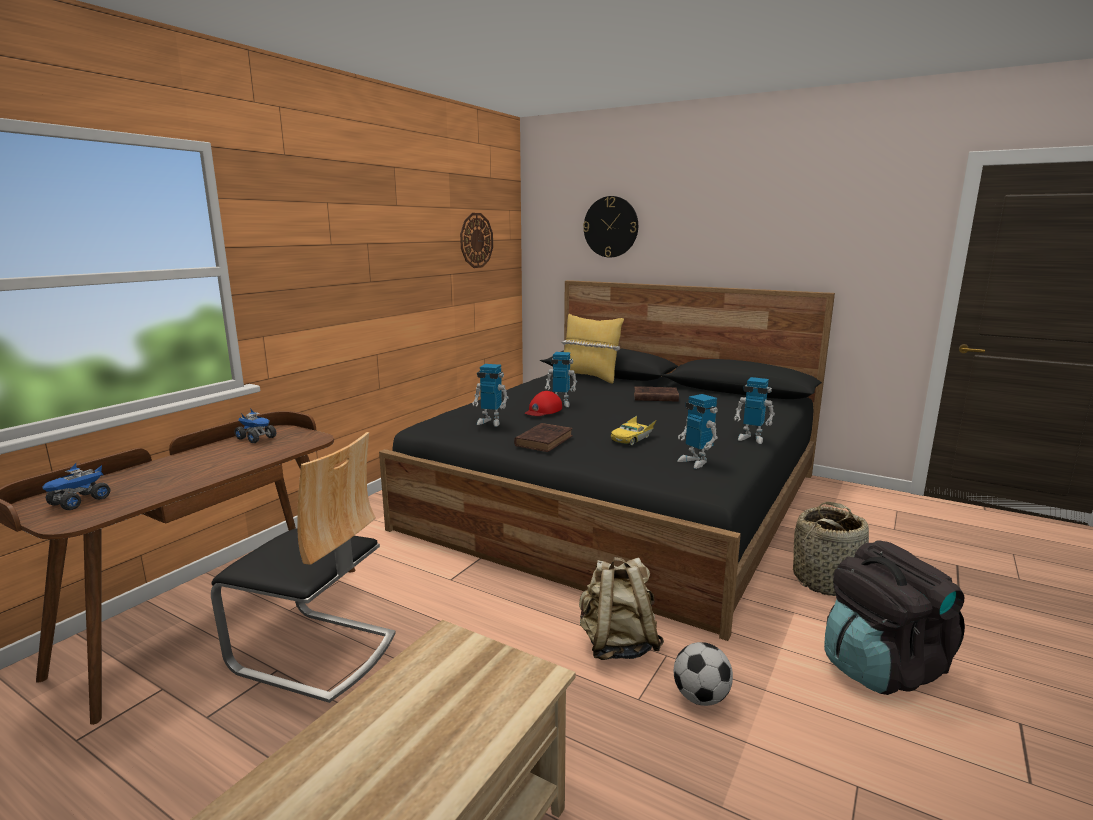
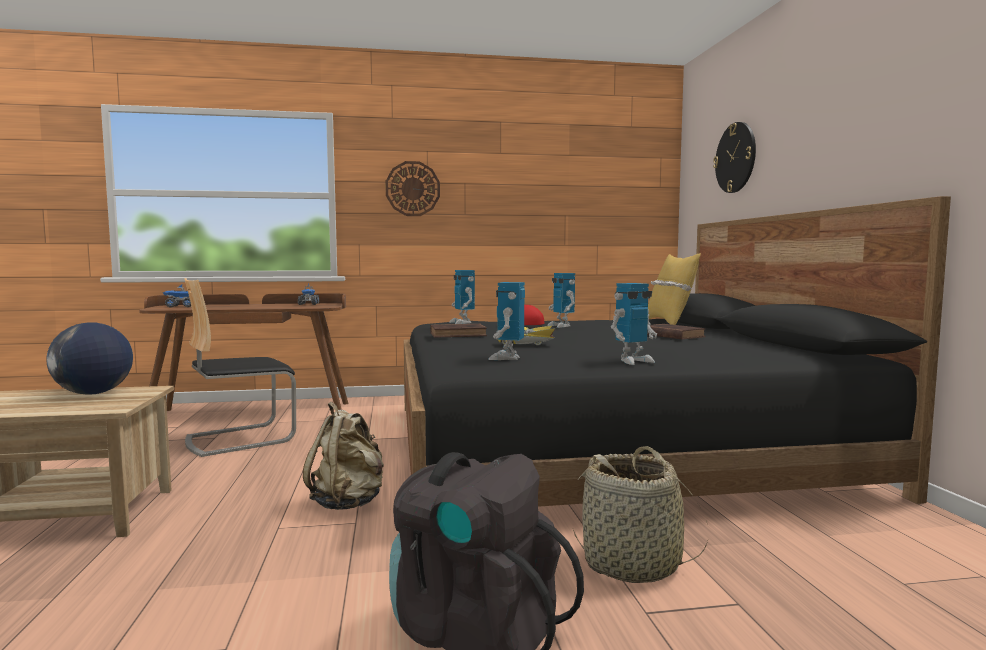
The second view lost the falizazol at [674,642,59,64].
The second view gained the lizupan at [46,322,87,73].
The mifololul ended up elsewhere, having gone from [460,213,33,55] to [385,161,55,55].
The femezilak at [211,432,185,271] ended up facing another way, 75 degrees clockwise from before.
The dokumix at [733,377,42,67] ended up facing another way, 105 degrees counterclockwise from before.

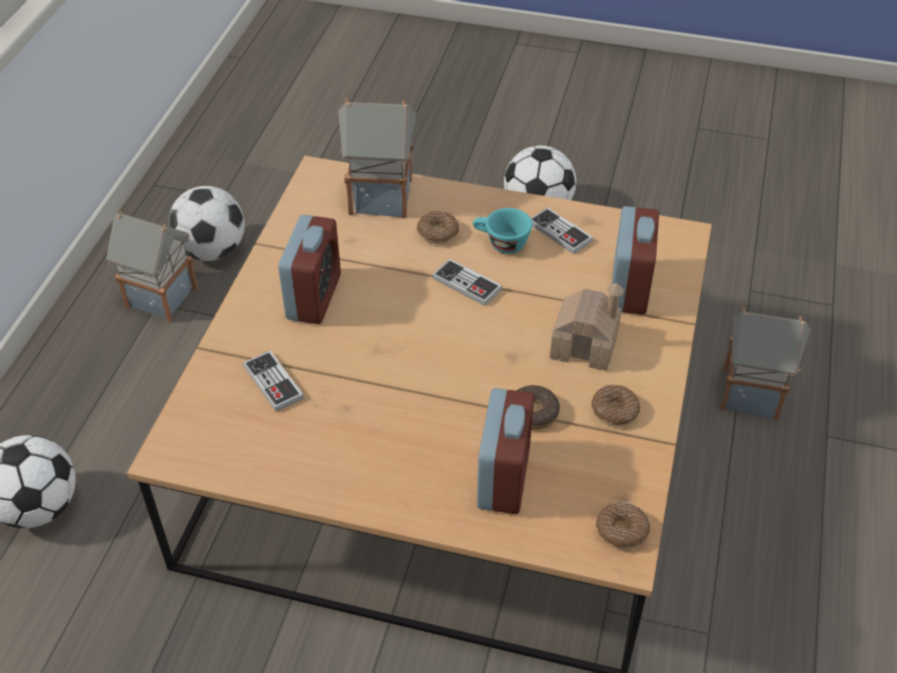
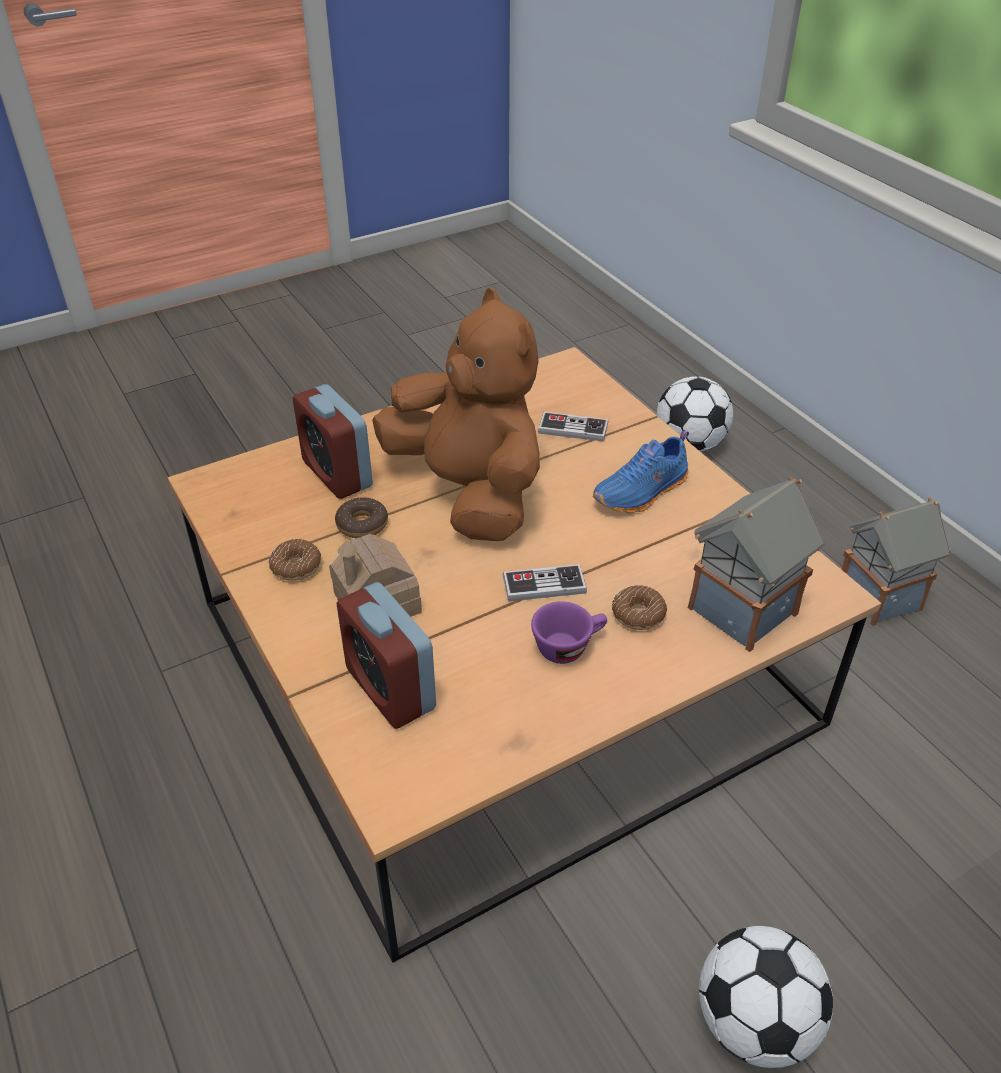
The second view lost the falizazol at [168,186,77,75].
The second view lost the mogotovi at [531,207,62,47].
The second view lost the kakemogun at [596,502,54,47].
The second view lost the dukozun at [720,307,91,113].
The second view gained the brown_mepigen at [372,288,168,253].
Where the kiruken stood at [278,215,63,109], the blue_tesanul came to stand at [593,430,96,83].
What was the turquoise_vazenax at [473,208,59,46] turned into the purple_vazenax at [531,601,76,63].

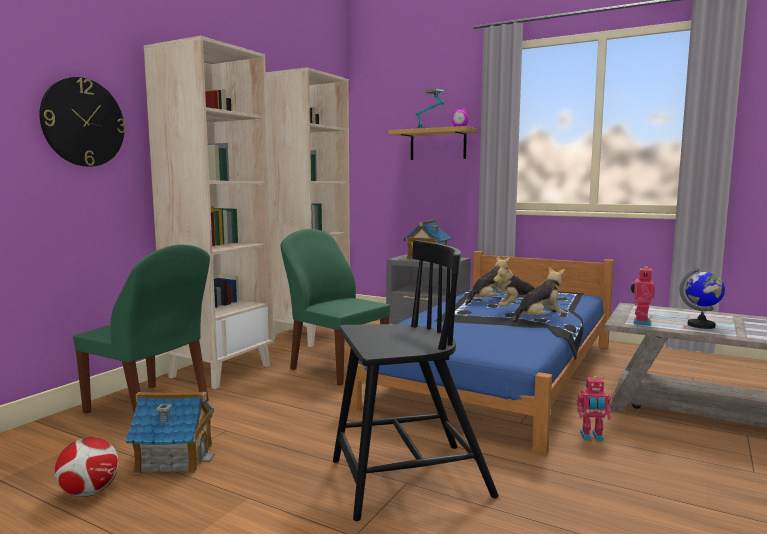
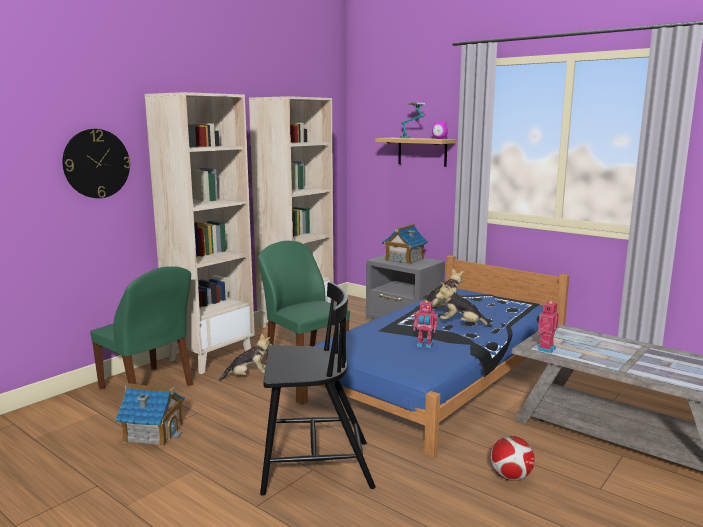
The second view lost the lizupan at [680,267,45,62].
The falizazol ended up elsewhere, having gone from [55,437,64,60] to [490,436,45,45].
The mepigen ended up elsewhere, having gone from [511,267,54,57] to [219,333,53,48].
The dokumix ended up elsewhere, having gone from [577,376,34,65] to [413,300,25,48].

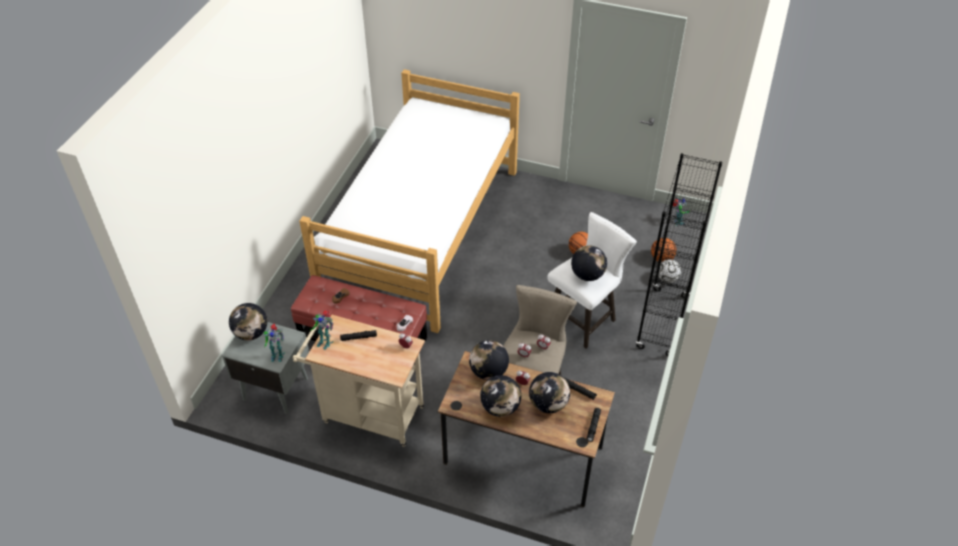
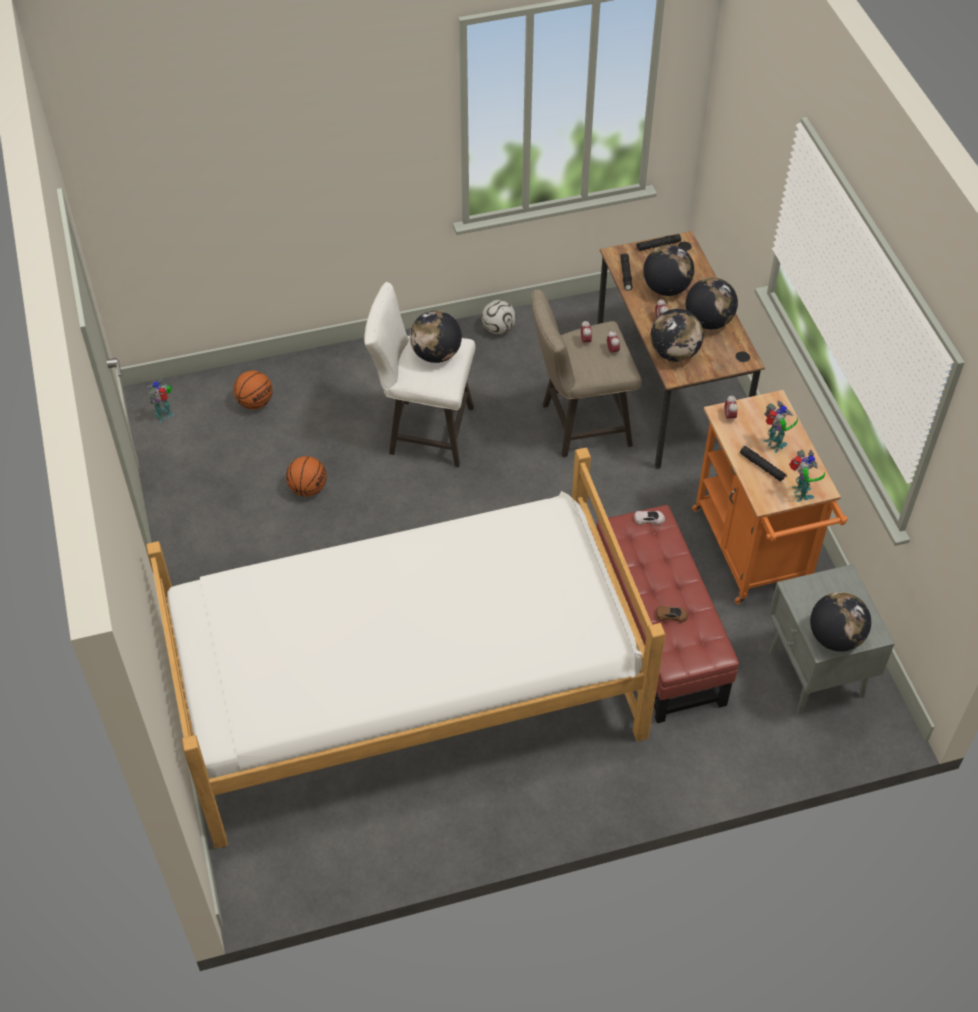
The second view lost the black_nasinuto at [636,153,86,203].
The dokumix ended up elsewhere, having gone from [263,323,22,39] to [764,401,34,52].
The falizazol ended up elsewhere, having gone from [658,259,23,24] to [482,300,34,34].
What was the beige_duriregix at [292,315,133,132] turned into the orange_duriregix at [692,390,156,214].

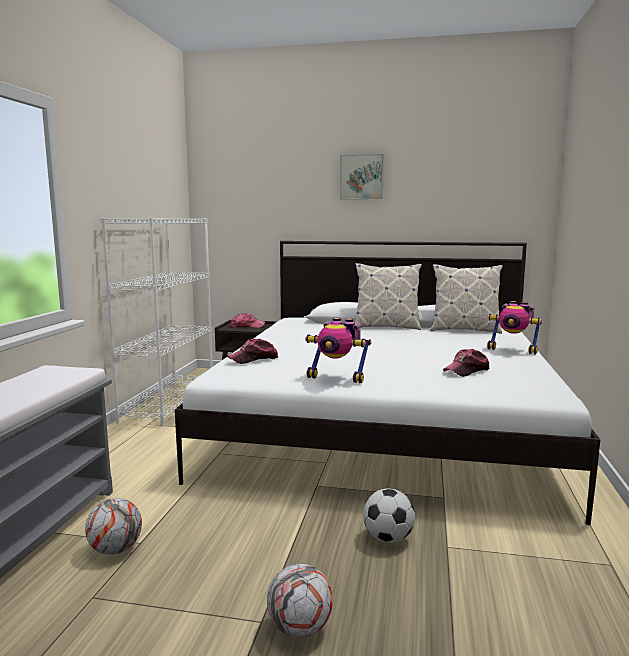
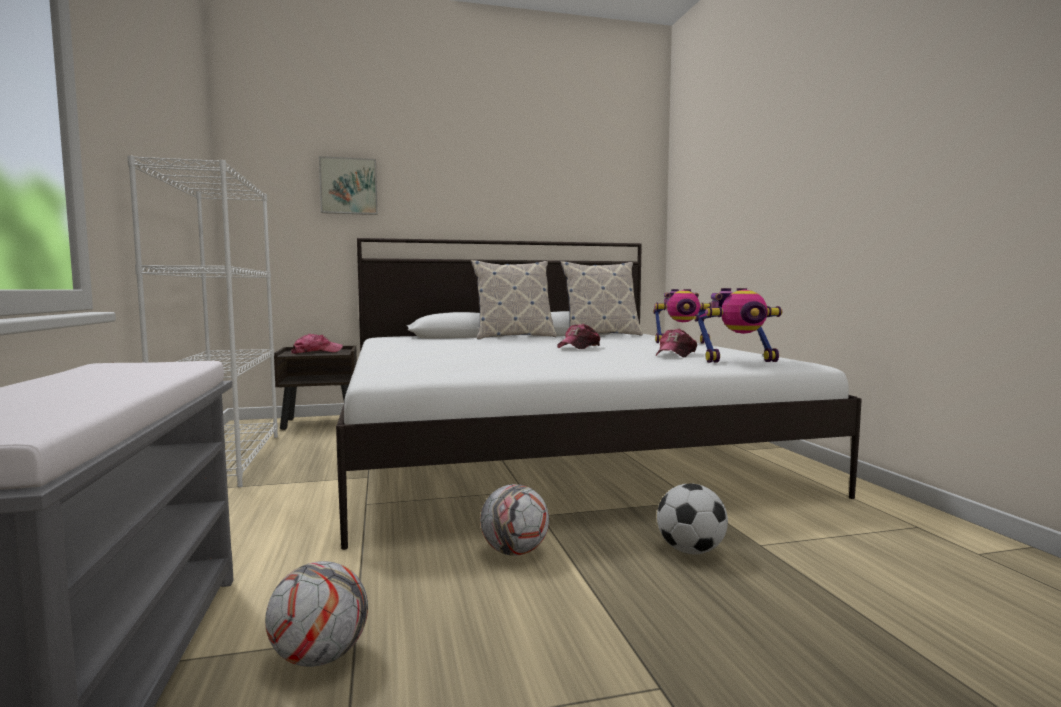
The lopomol ended up elsewhere, having gone from [227,339,51,25] to [557,324,43,25].
The falizazol ended up elsewhere, having gone from [267,564,66,74] to [480,484,69,72].
The dokumix ended up elsewhere, having gone from [305,318,66,65] to [694,288,89,75].
The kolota ended up elsewhere, having gone from [340,154,44,45] to [319,156,59,59].

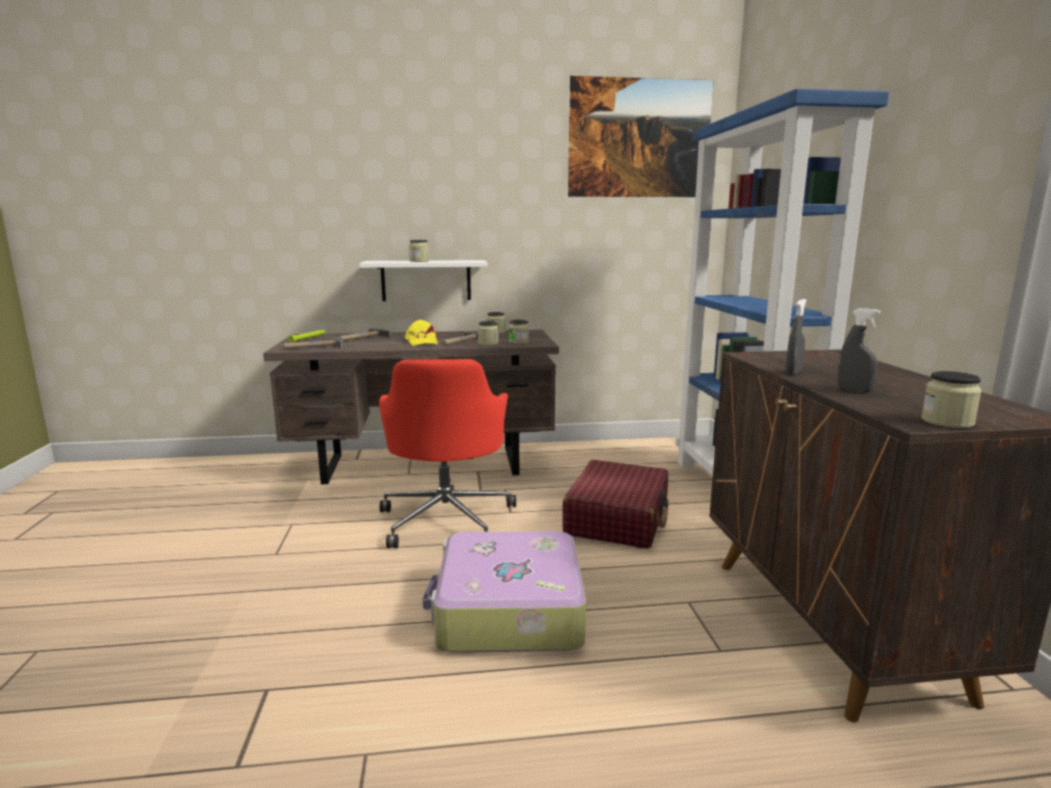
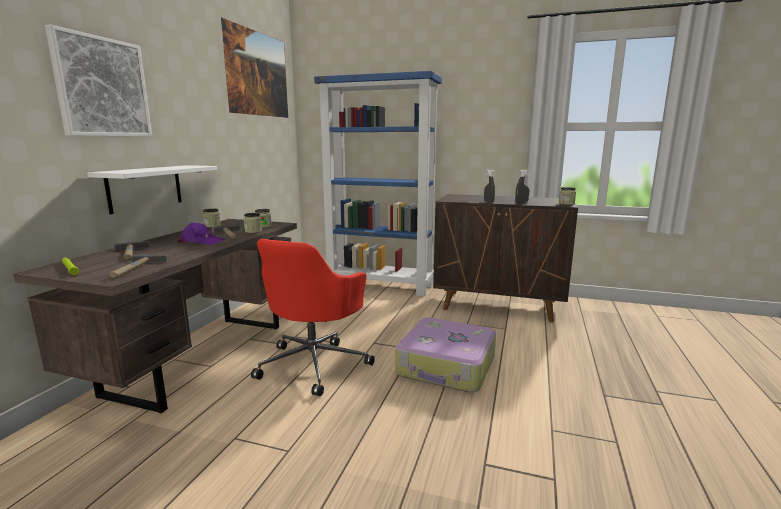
The second view lost the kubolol at [409,240,20,22].
The second view lost the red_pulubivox at [562,460,107,89].
The second view gained the kolota at [45,24,107,113].
What was the yellow_lopomol at [405,320,33,26] turned into the purple_lopomol at [178,222,47,23].
The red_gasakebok at [379,359,137,189] ended up facing another way, 90 degrees clockwise from before.

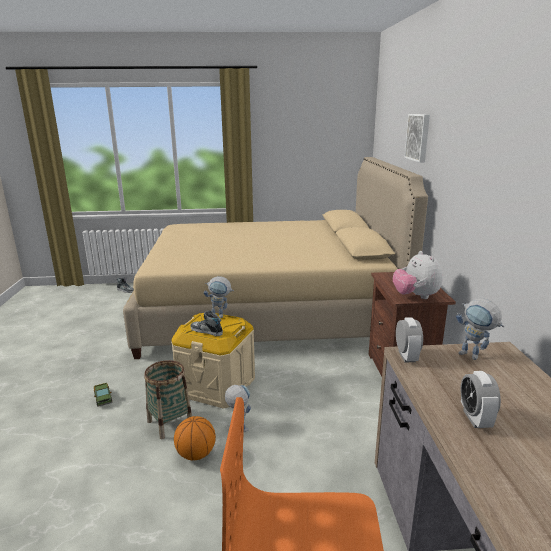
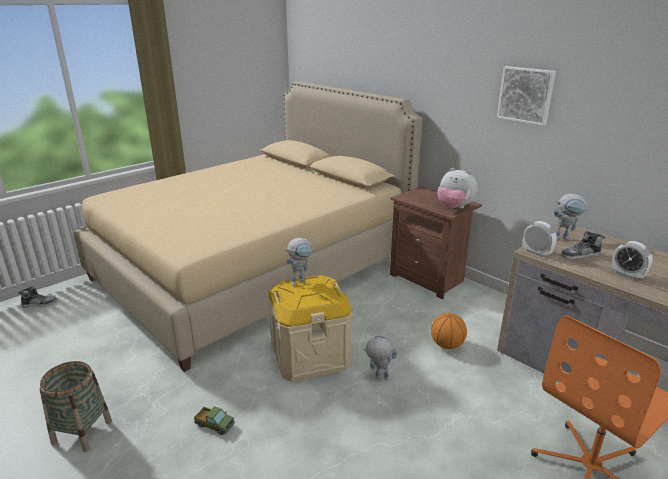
The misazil ended up elsewhere, having gone from [144,360,48,80] to [39,361,73,91].
The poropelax ended up elsewhere, having gone from [174,416,42,44] to [431,313,36,36].
The tesanul ended up elsewhere, having gone from [190,311,33,25] to [561,231,44,28].
The kolota ended up elsewhere, having gone from [404,114,26,49] to [497,66,59,60].

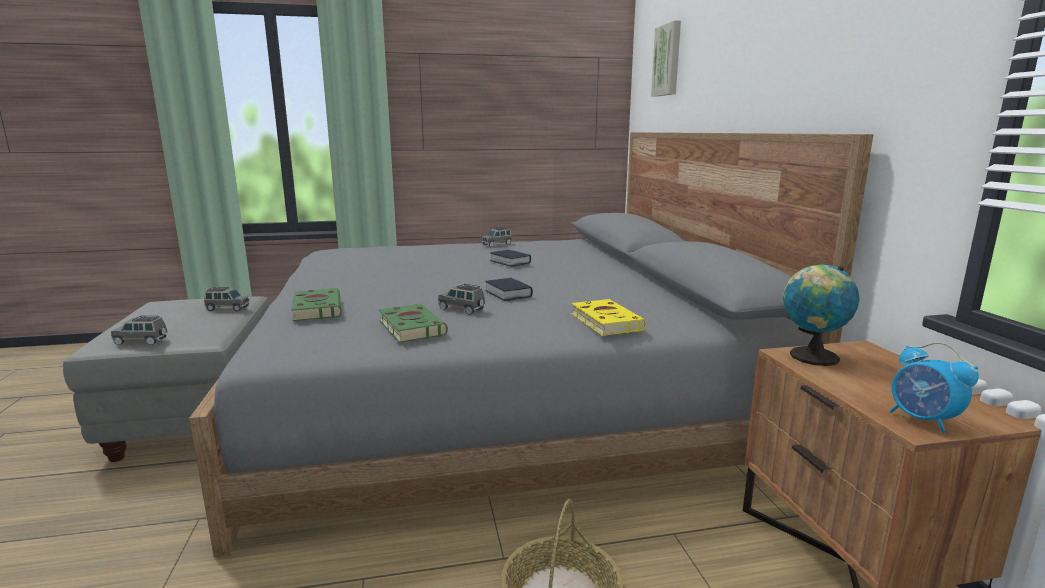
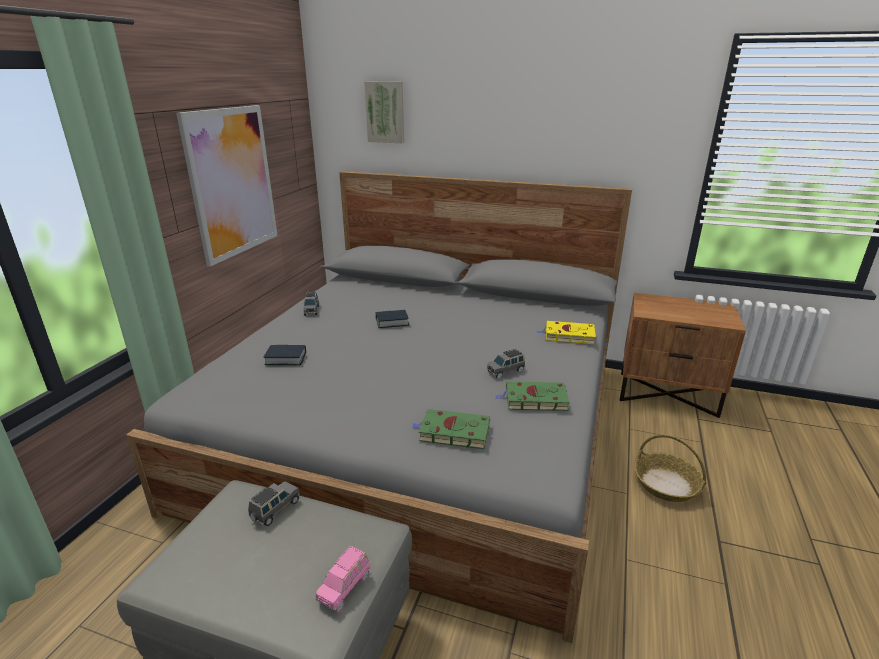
The second view lost the lizupan at [783,264,77,102].
The second view lost the kiruken at [890,342,89,92].
The second view gained the kolota at [176,105,102,162].
The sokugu ended up elsewhere, having gone from [485,278,48,23] to [263,345,43,20].
What was the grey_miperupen at [111,316,57,29] turned into the pink_miperupen at [316,546,54,66].

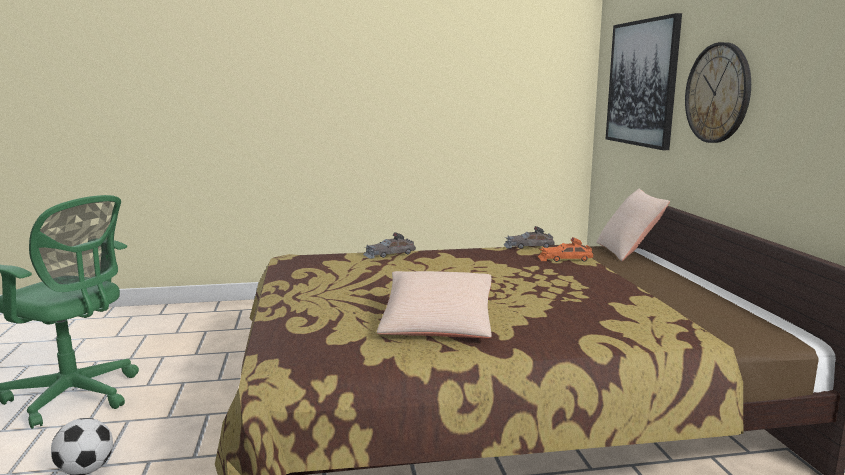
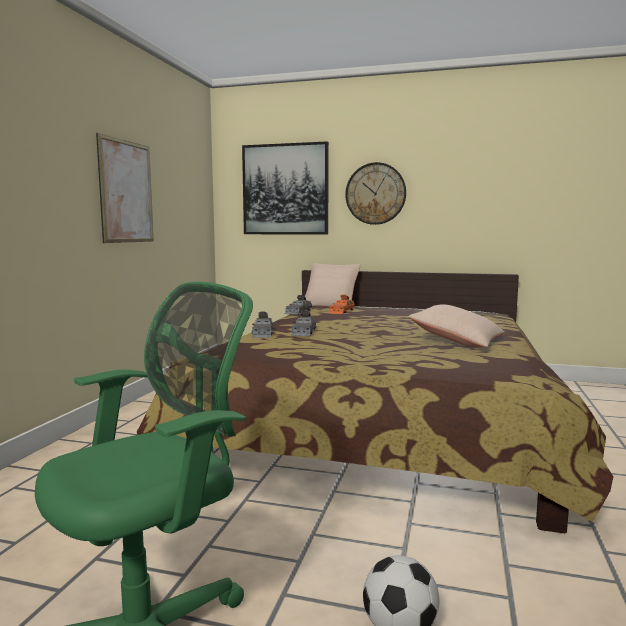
The second view gained the kolota at [96,133,58,110].
The second view gained the grey_miperupen at [292,310,25,26].

